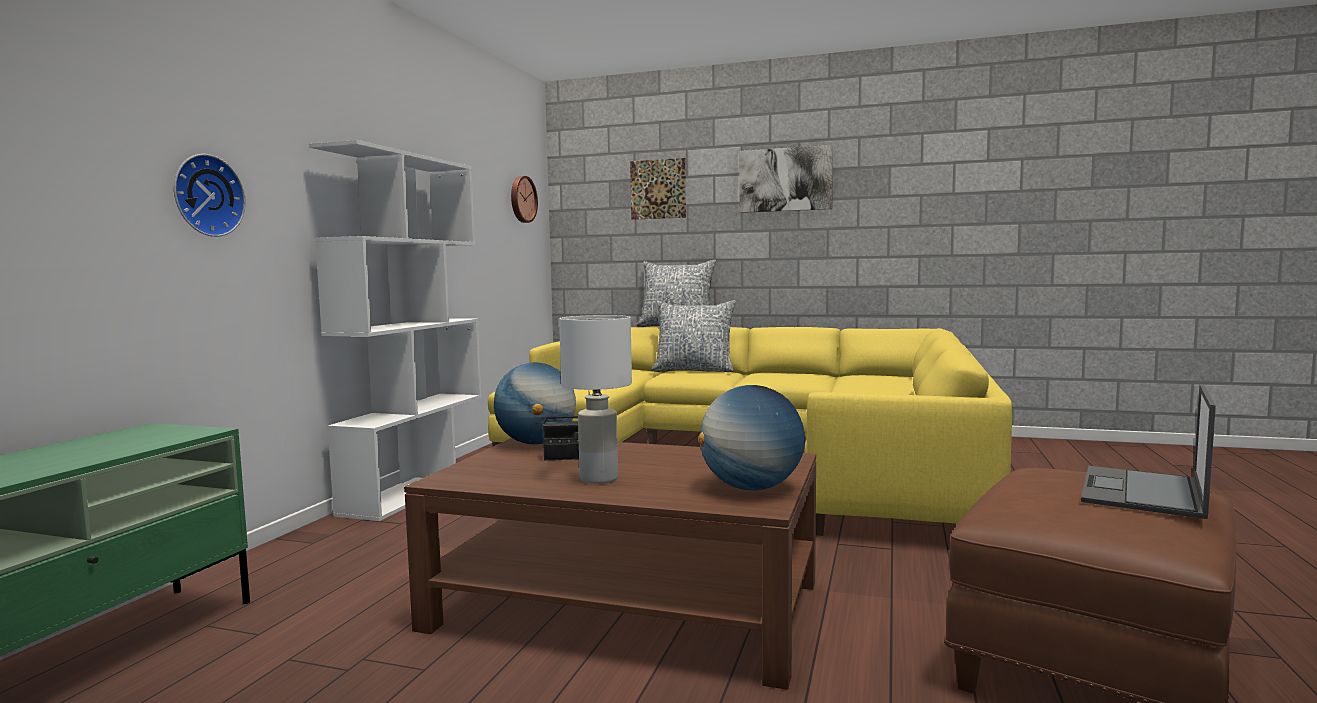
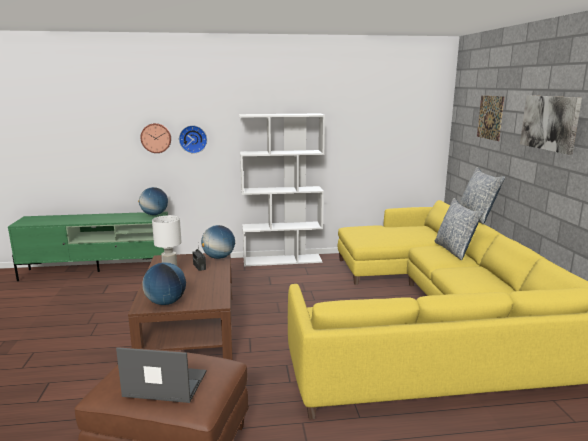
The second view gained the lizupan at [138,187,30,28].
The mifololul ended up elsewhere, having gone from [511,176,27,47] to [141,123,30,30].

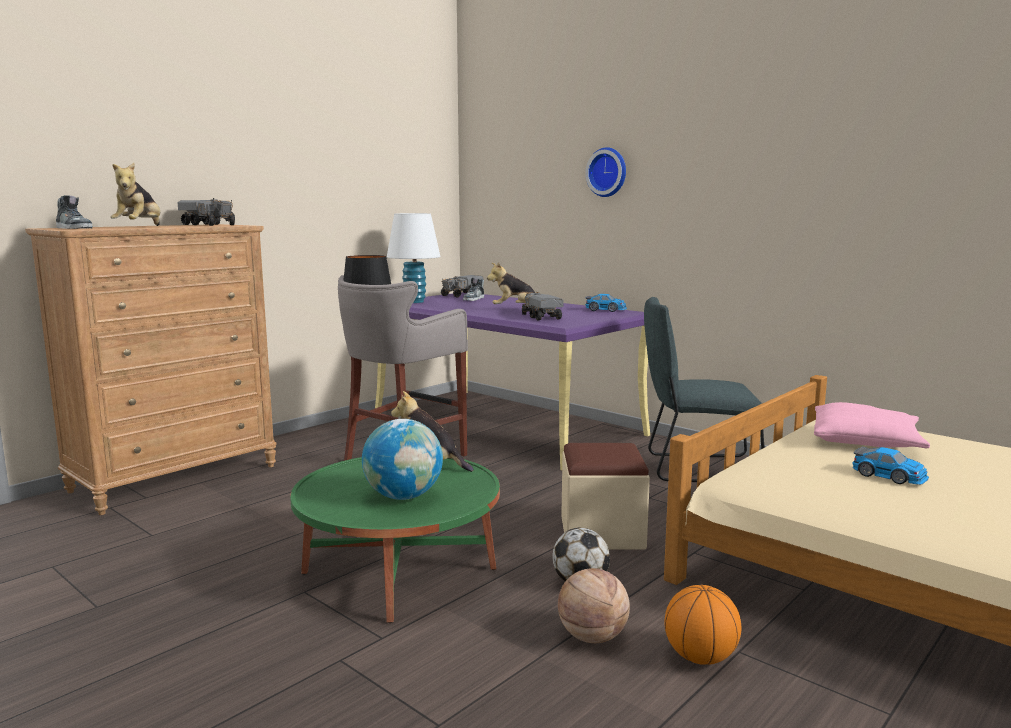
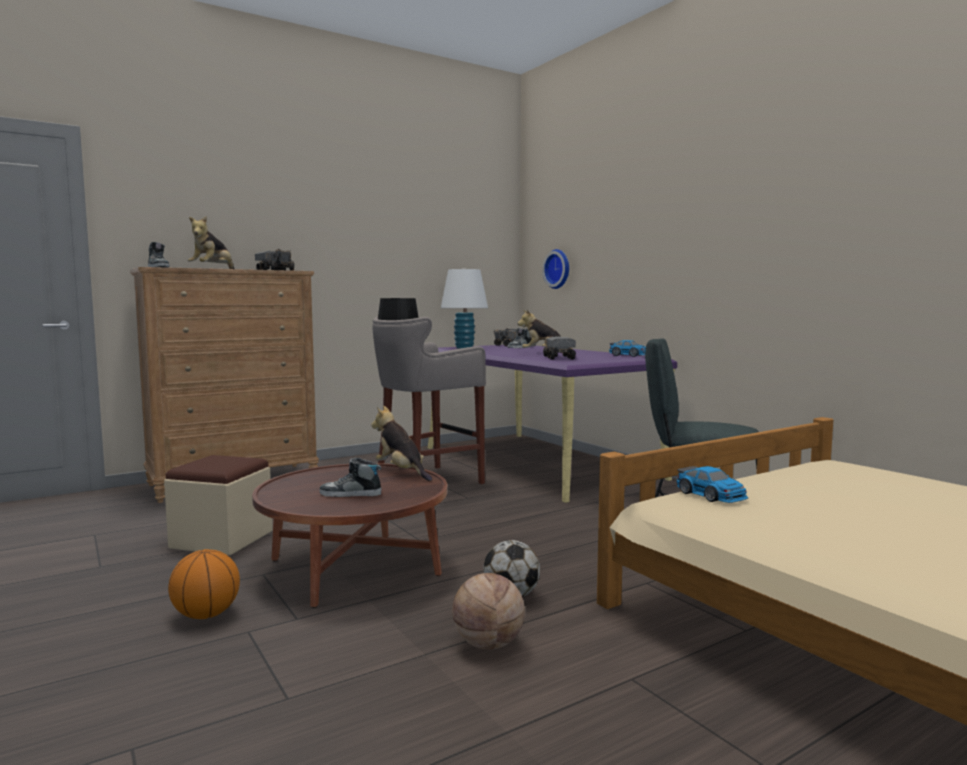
The second view lost the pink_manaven at [814,402,116,46].
The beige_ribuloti ended up elsewhere, having gone from [561,443,89,107] to [164,455,109,101].
The mifololul ended up elsewhere, having gone from [585,147,41,50] to [542,249,27,40].
The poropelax ended up elsewhere, having gone from [665,585,76,80] to [168,549,72,70].
The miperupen ended up elsewhere, having gone from [852,447,77,38] to [677,466,71,37].
Where the lizupan stood at [362,419,81,81], the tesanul came to stand at [320,457,61,40].
What was the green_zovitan at [290,457,210,166] turned into the brown_zovitan at [252,463,195,145].

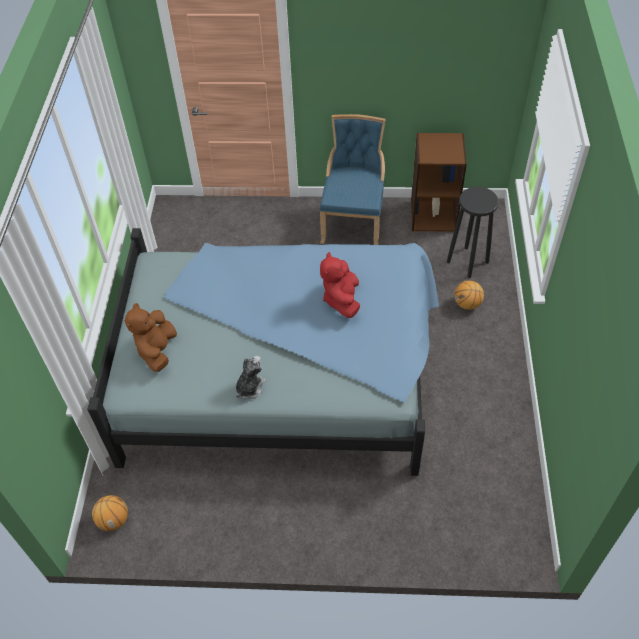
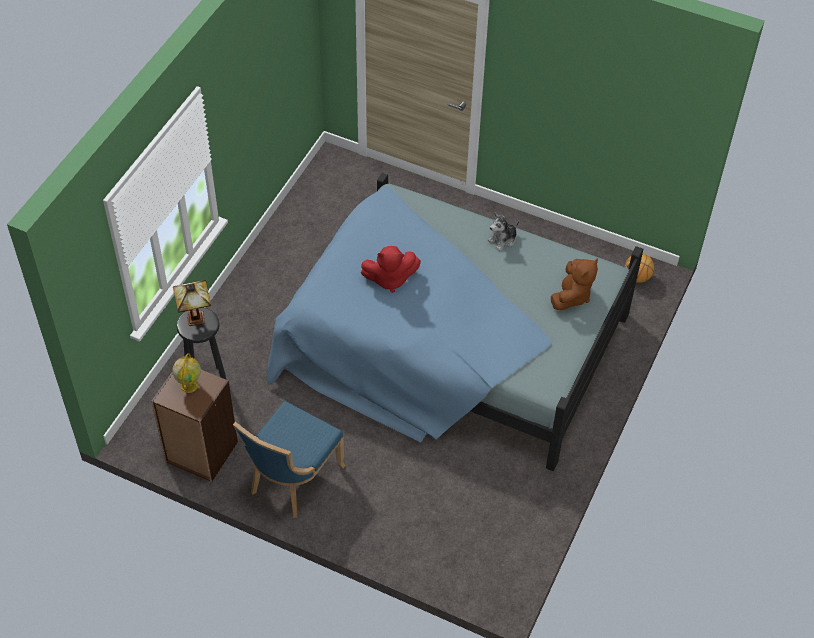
The second view lost the poropelax at [454,281,30,29].
The second view gained the lizupan at [172,353,29,40].
The second view gained the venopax at [173,280,38,46].
The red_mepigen at [320,252,40,66] ended up facing another way, 60 degrees clockwise from before.

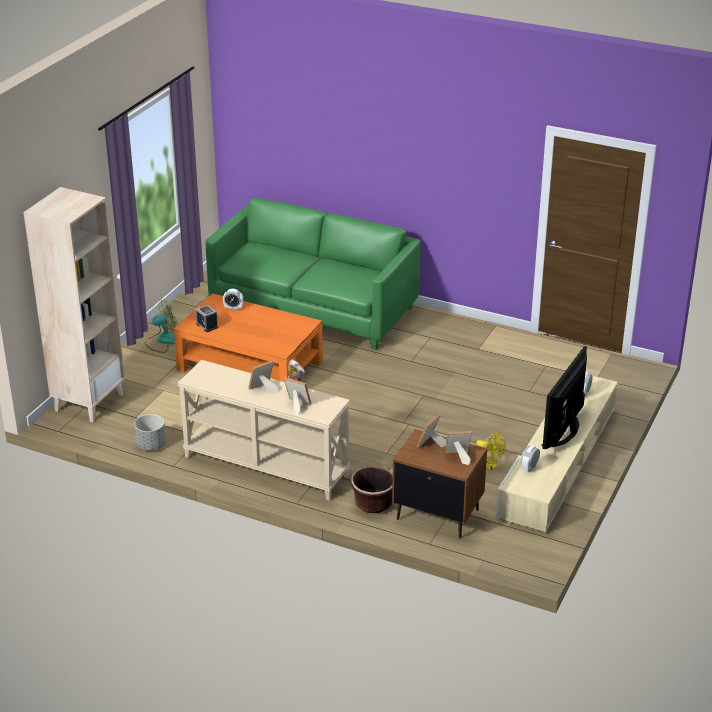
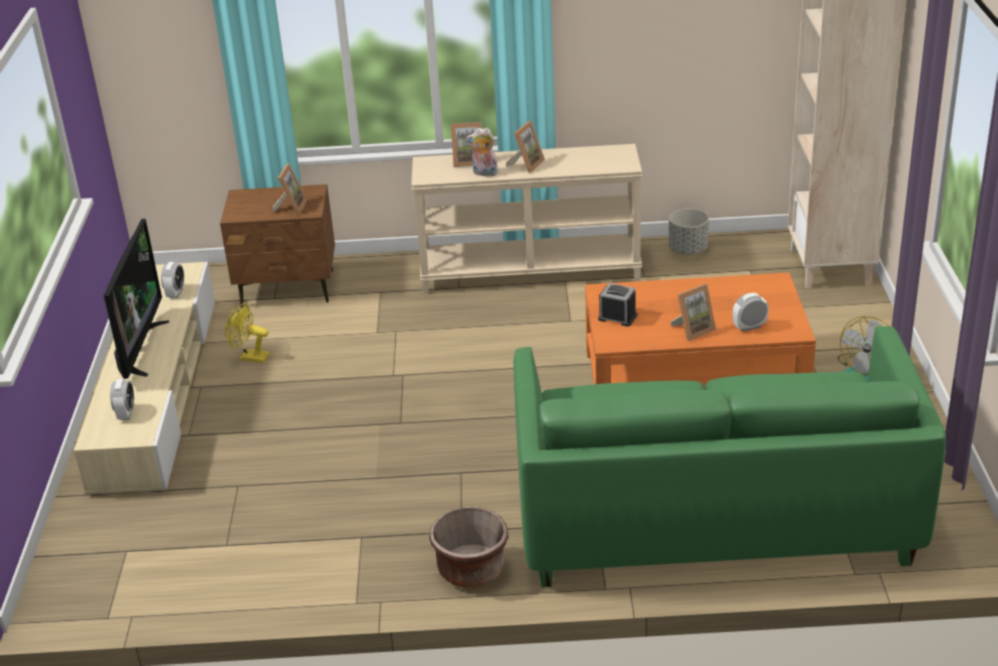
The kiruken ended up elsewhere, having gone from [196,305,22,27] to [598,283,39,44].
The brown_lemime ended up elsewhere, having gone from [350,466,43,47] to [429,507,80,81].
The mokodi ended up elsewhere, having gone from [445,431,27,34] to [670,284,46,57].

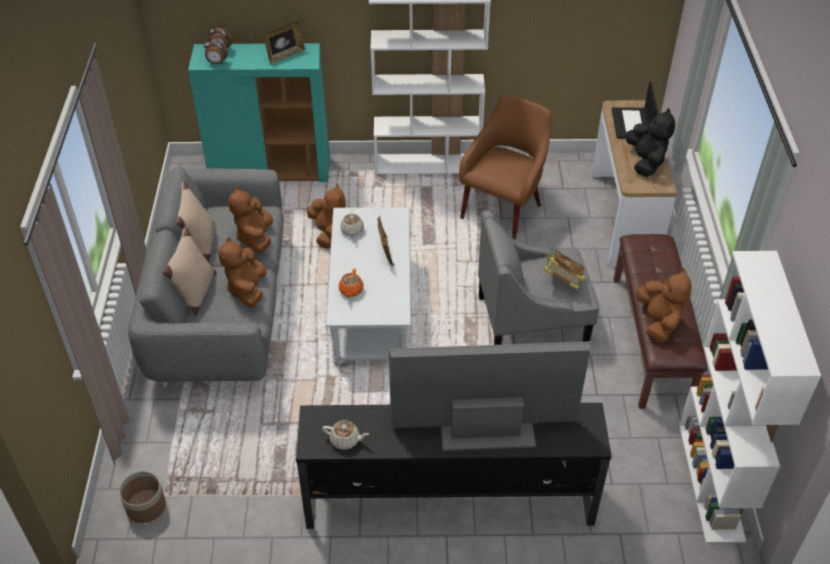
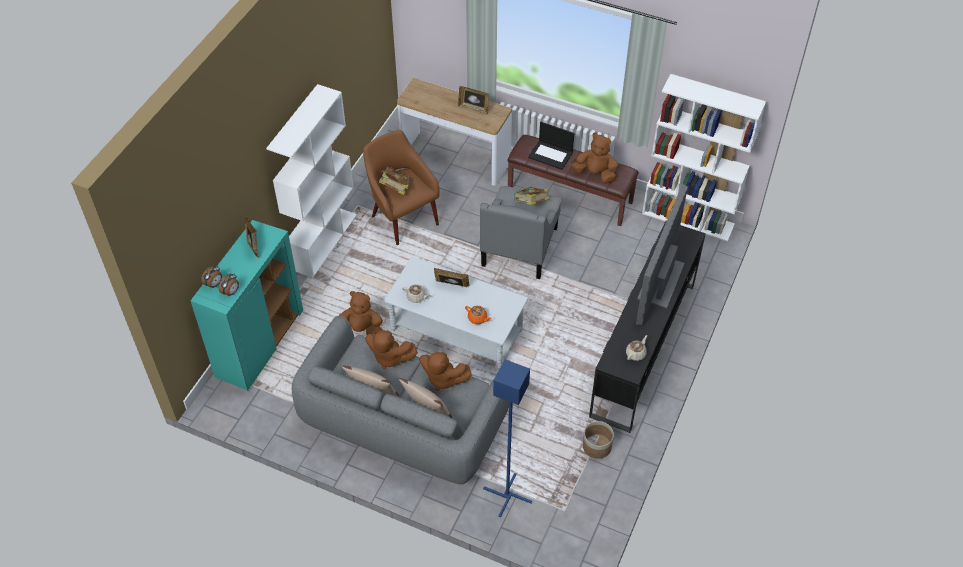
The second view gained the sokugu at [379,166,32,29].
The second view gained the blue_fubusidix at [483,360,49,157].
The lemime ended up elsewhere, having gone from [119,471,47,52] to [583,421,31,38].
The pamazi ended up elsewhere, having gone from [612,81,46,57] to [528,122,46,48].
Where the black_mepigen stood at [626,108,49,69], the mokodi came to stand at [458,86,31,29].

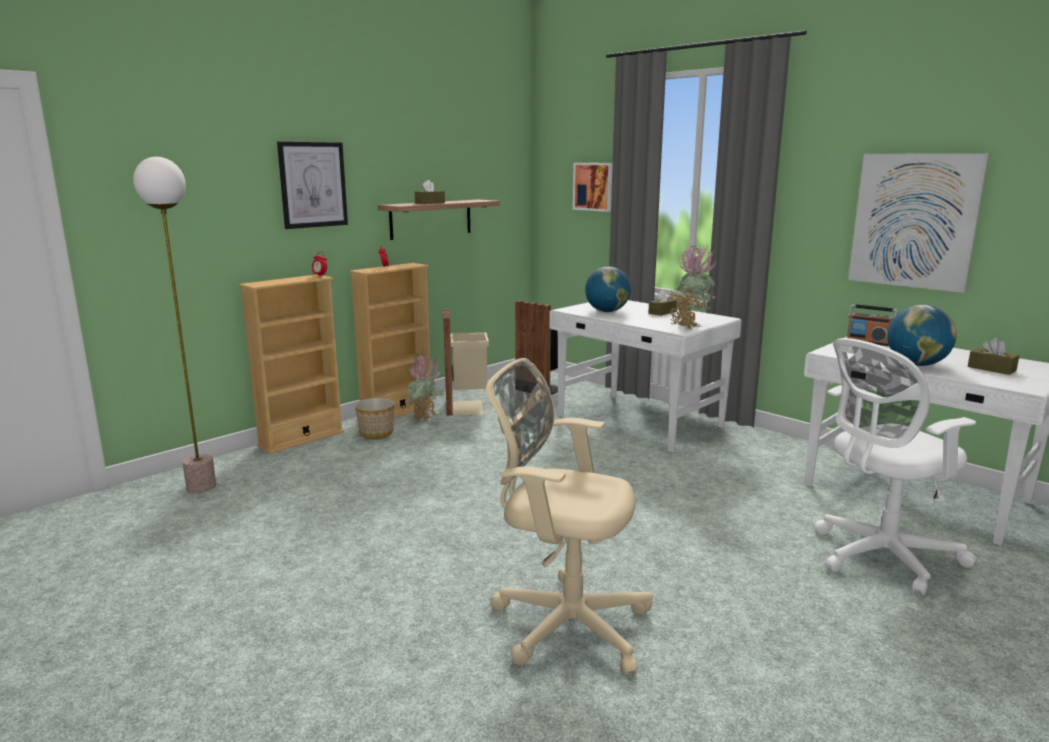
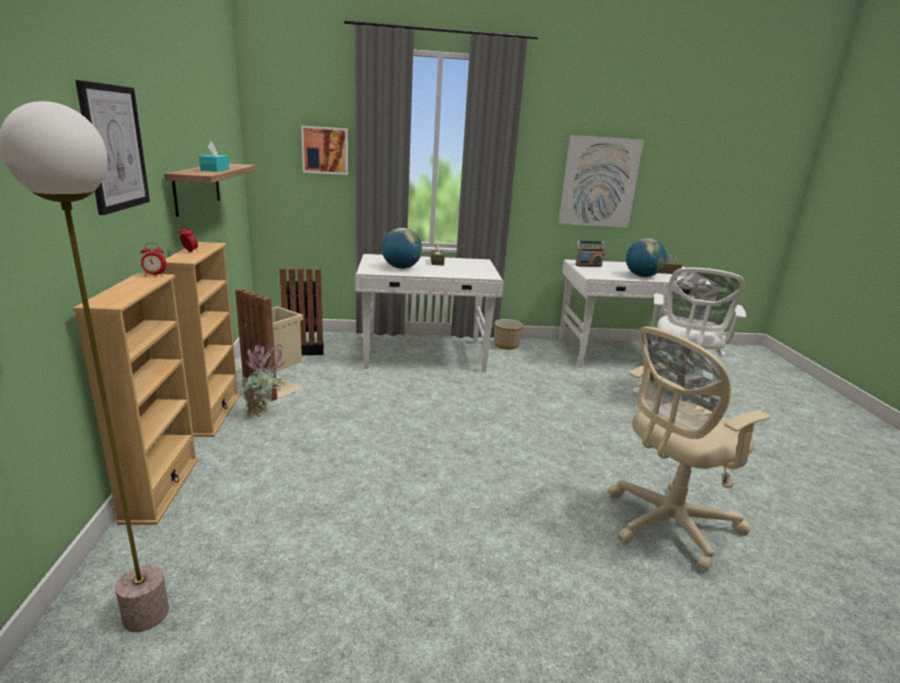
The second view lost the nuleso at [668,245,49,84].
The lemime ended up elsewhere, having gone from [355,398,39,41] to [494,319,29,31].
What was the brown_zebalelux at [415,180,30,24] turned into the turquoise_zebalelux at [199,142,30,30].

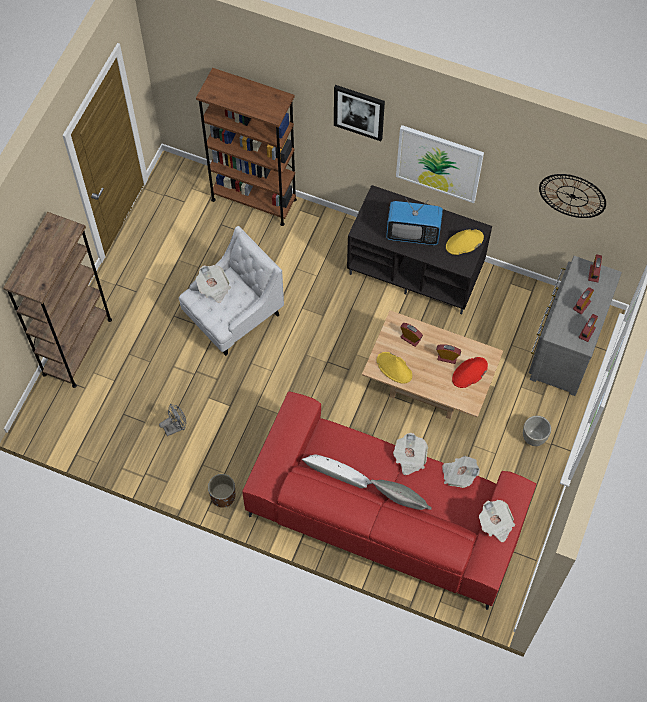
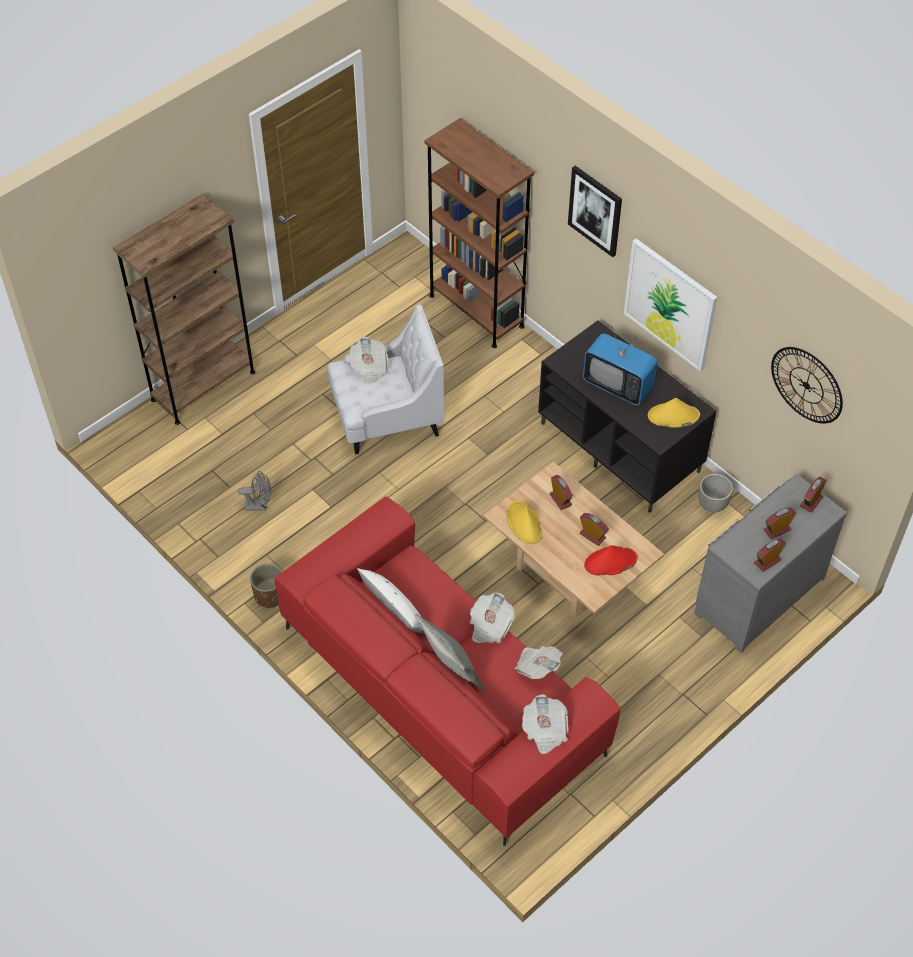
The grey_lemime ended up elsewhere, having gone from [523,416,28,30] to [699,474,34,38].

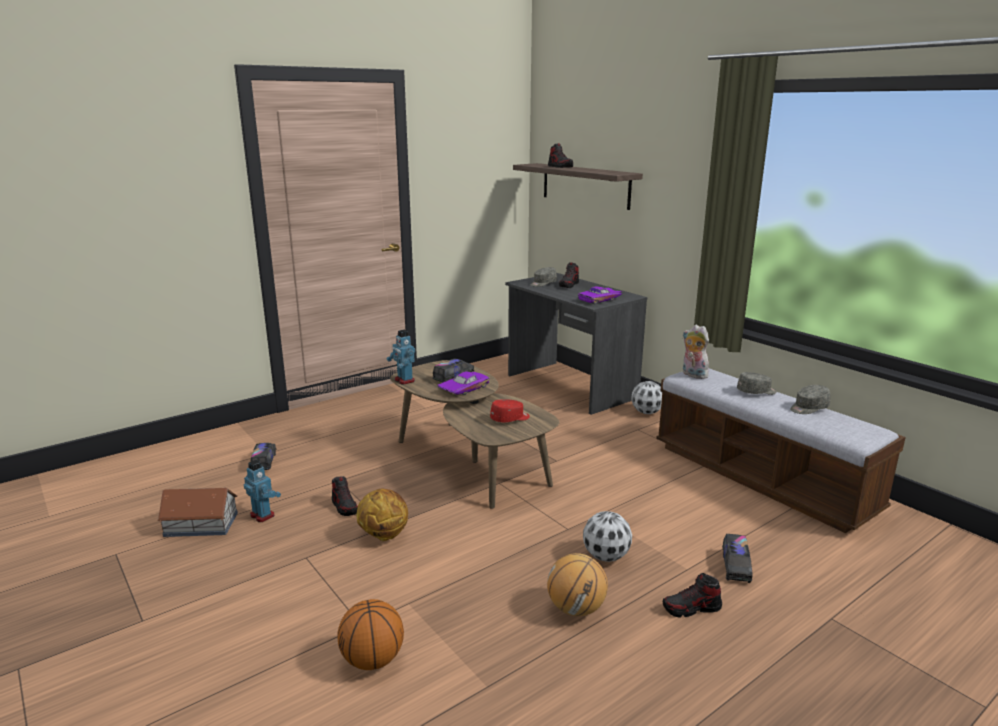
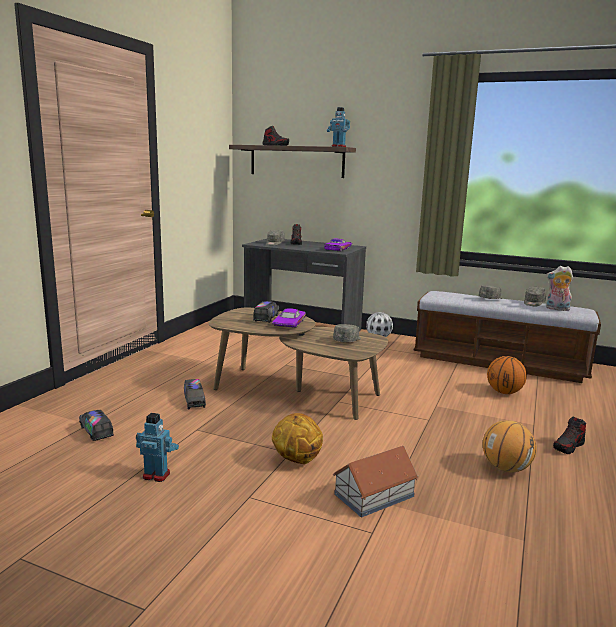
The second view lost the tesanul at [332,476,26,40].
The second view lost the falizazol at [583,511,49,51].
The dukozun ended up elsewhere, having gone from [157,488,81,49] to [333,446,86,71].
The poropelax ended up elsewhere, having gone from [337,599,67,71] to [487,356,40,38].
The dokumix ended up elsewhere, having gone from [387,329,28,56] to [327,107,23,40].
The mepigen ended up elsewhere, having gone from [683,325,26,54] to [546,266,27,45].
The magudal ended up elsewhere, having gone from [722,534,31,49] to [184,379,22,30].
What was the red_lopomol at [490,399,40,23] turned into the grey_lopomol at [333,324,28,18].

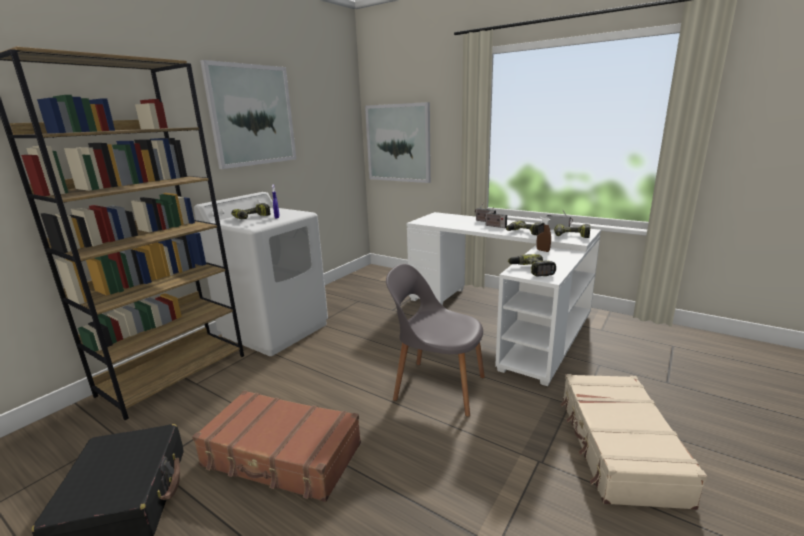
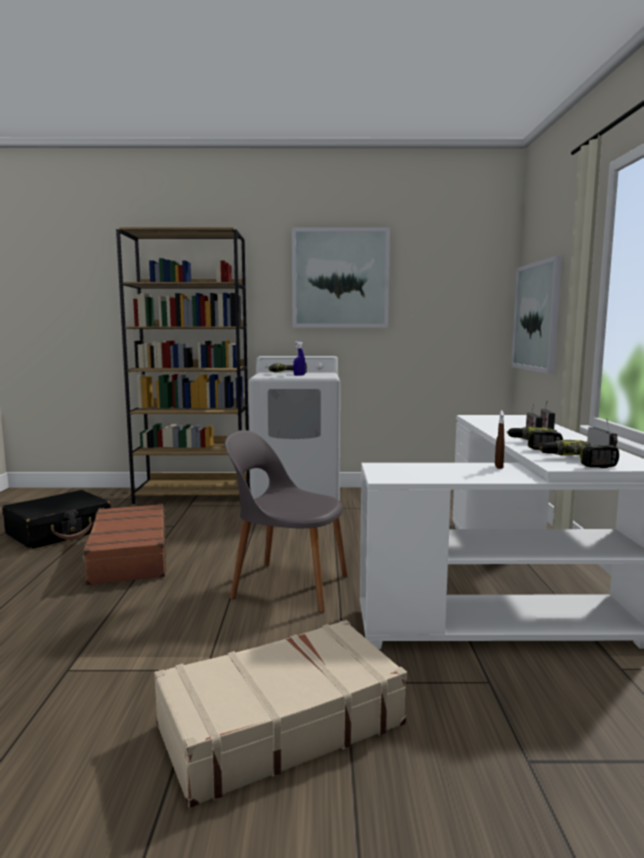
The second view lost the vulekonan at [508,254,48,22].
The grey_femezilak at [386,264,99,153] ended up facing another way, 60 degrees counterclockwise from before.

